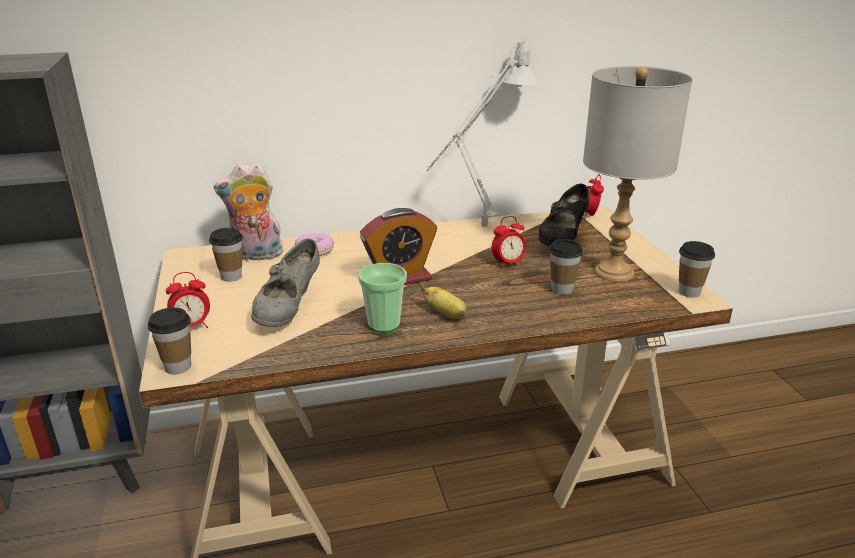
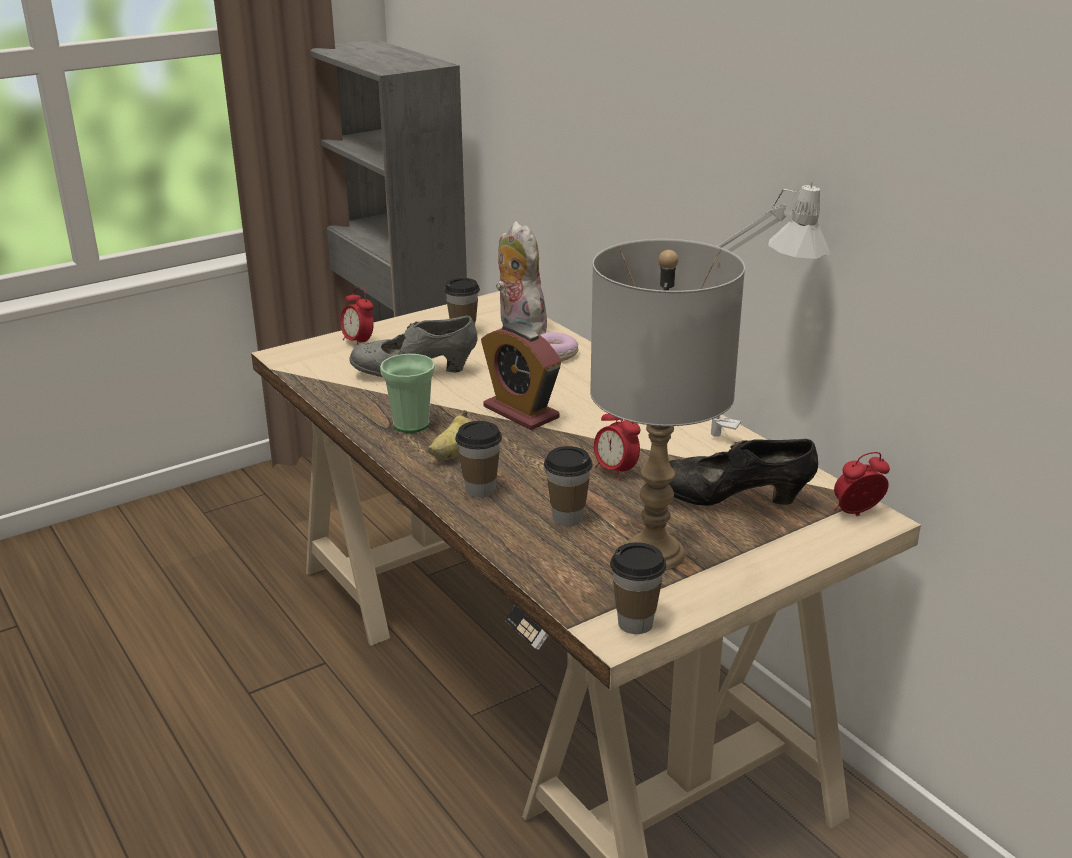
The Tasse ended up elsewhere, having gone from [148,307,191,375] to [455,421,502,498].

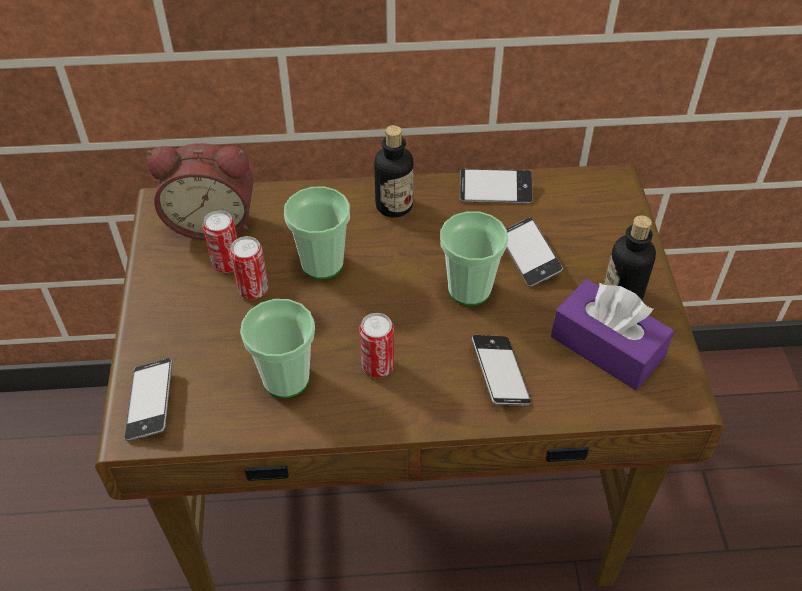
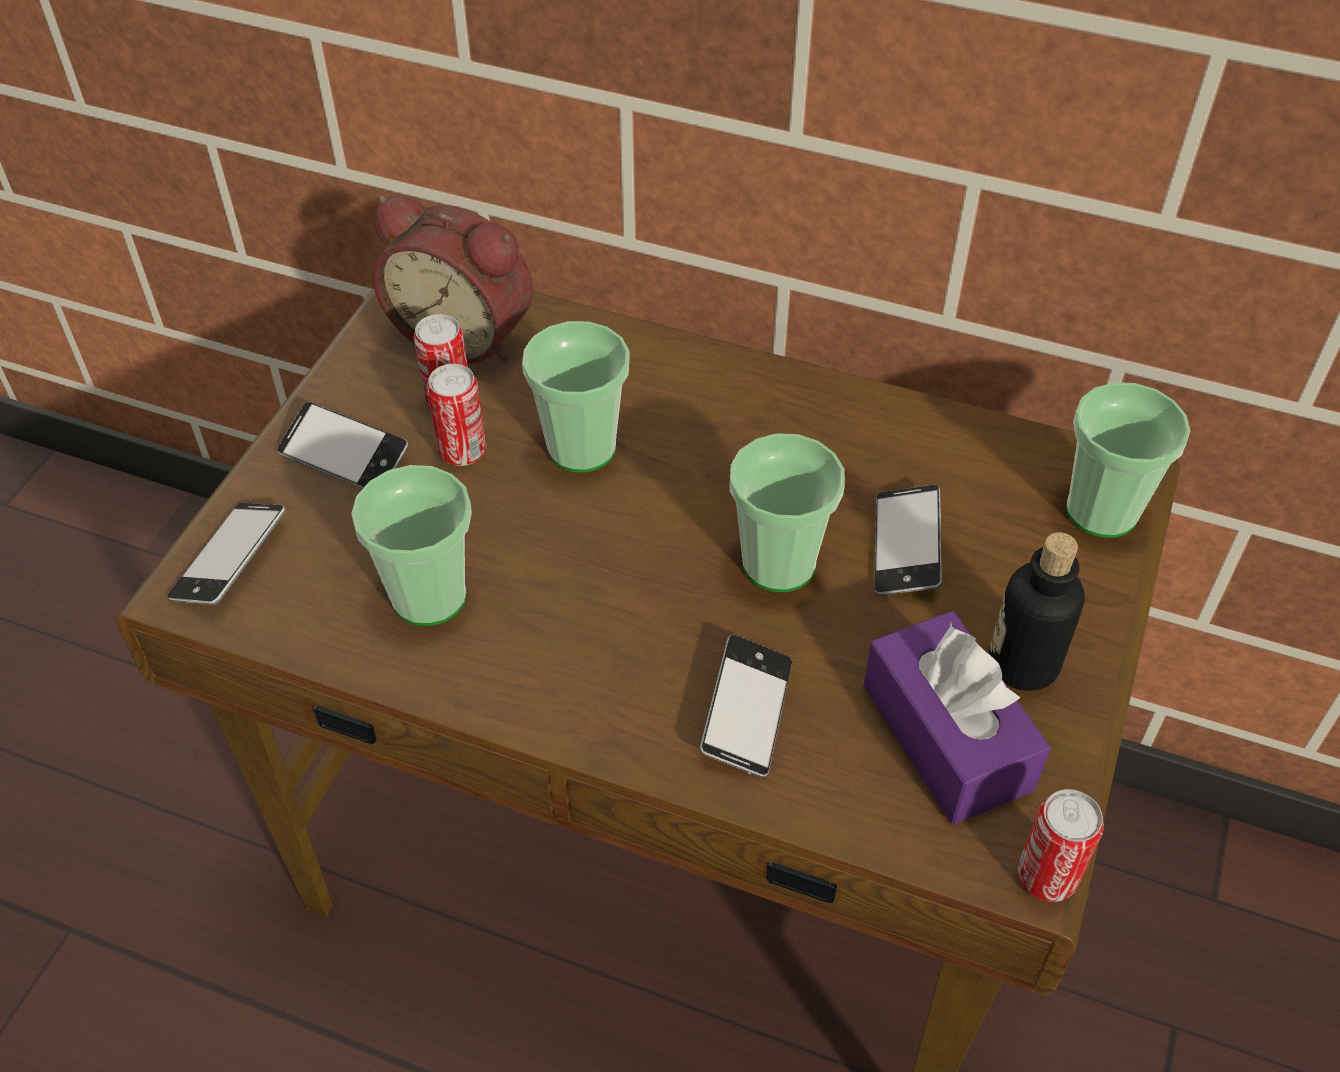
The Dose ended up elsewhere, having gone from [359,313,394,378] to [1017,789,1104,902].
The second view lost the Flasche at [374,125,414,218].
The Handy ended up elsewhere, having gone from [460,169,533,203] to [277,402,409,489].
The second view gained the Tasse at [1066,382,1190,538].

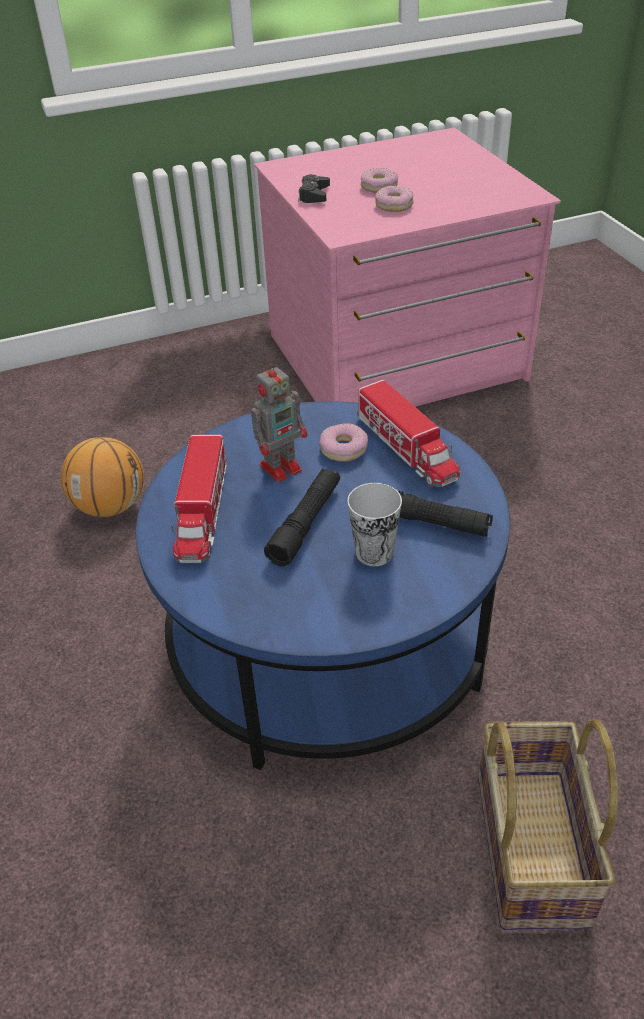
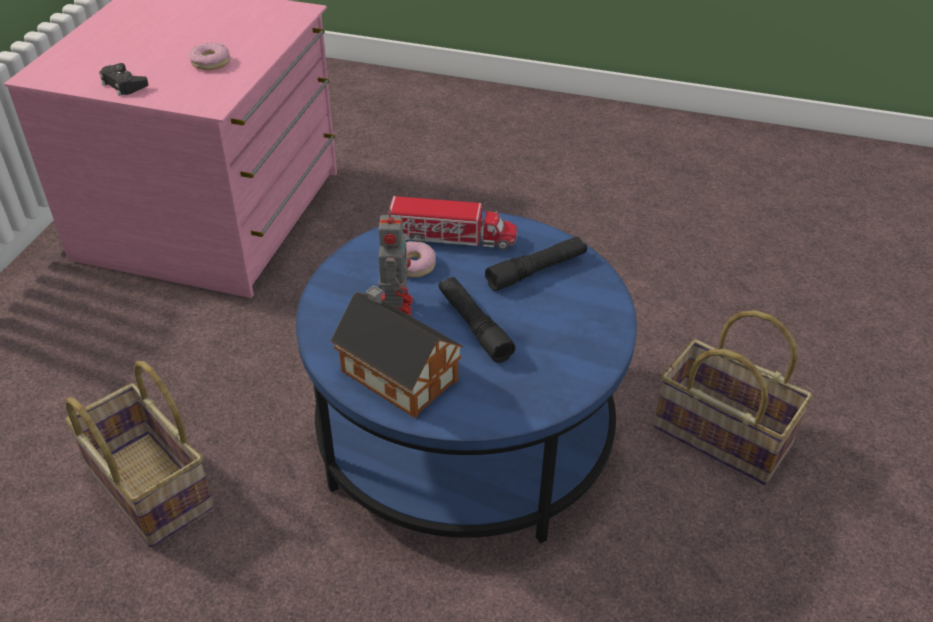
Where the Basketball stood at [61,437,144,517], the Korb came to stand at [65,361,214,547].
Where the Spielzeuglaster stood at [171,434,227,563], the Spielzeughaus came to stand at [331,285,464,418].
The second view lost the Tasse at [347,483,402,566].
The second view lost the Donut at [361,168,398,193].

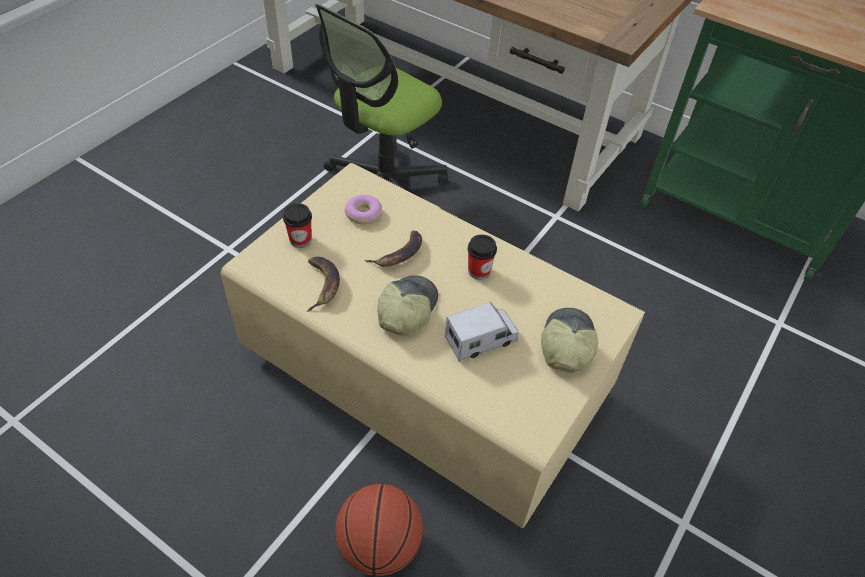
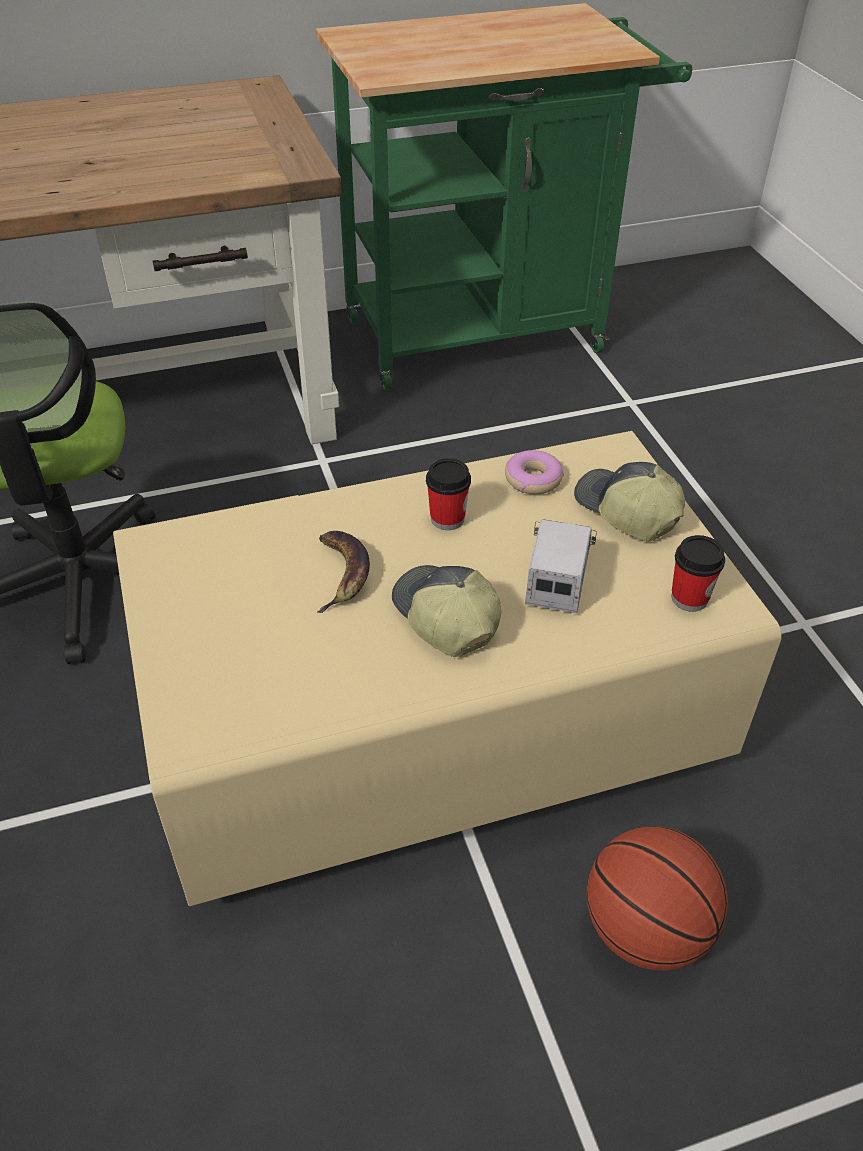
The Tasse ended up elsewhere, having gone from [283,203,312,248] to [671,535,725,612].
The second view lost the Banane at [307,257,340,312].
The Donut ended up elsewhere, having gone from [345,195,382,224] to [505,450,564,494].

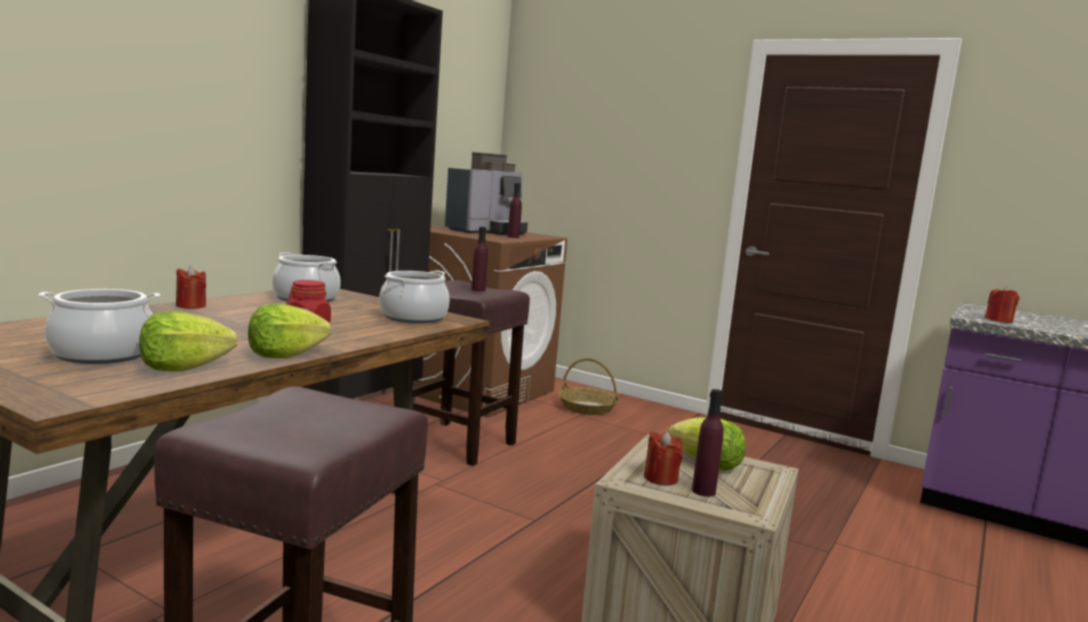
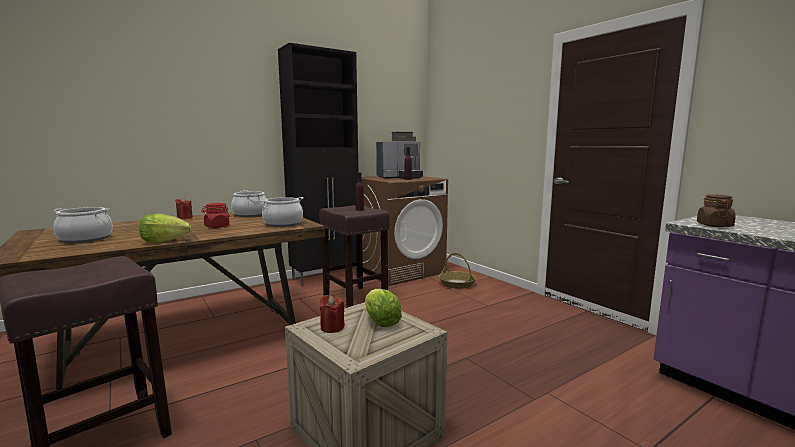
The second view lost the Salatkopf at [139,311,238,371].
The second view lost the Flasche [lila] at [692,389,724,497].
Where the Kerze [rot] stood at [985,286,1019,323], the Vorratsglas [braun] came to stand at [697,194,736,227].

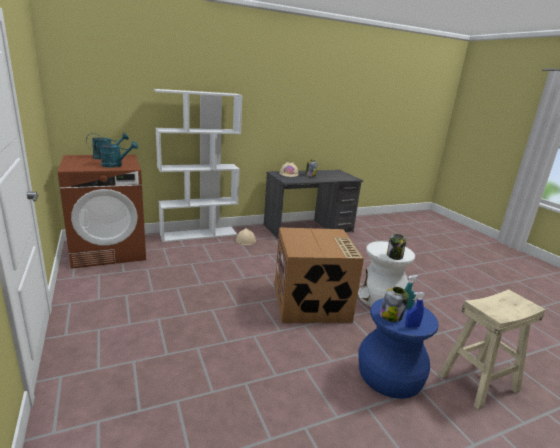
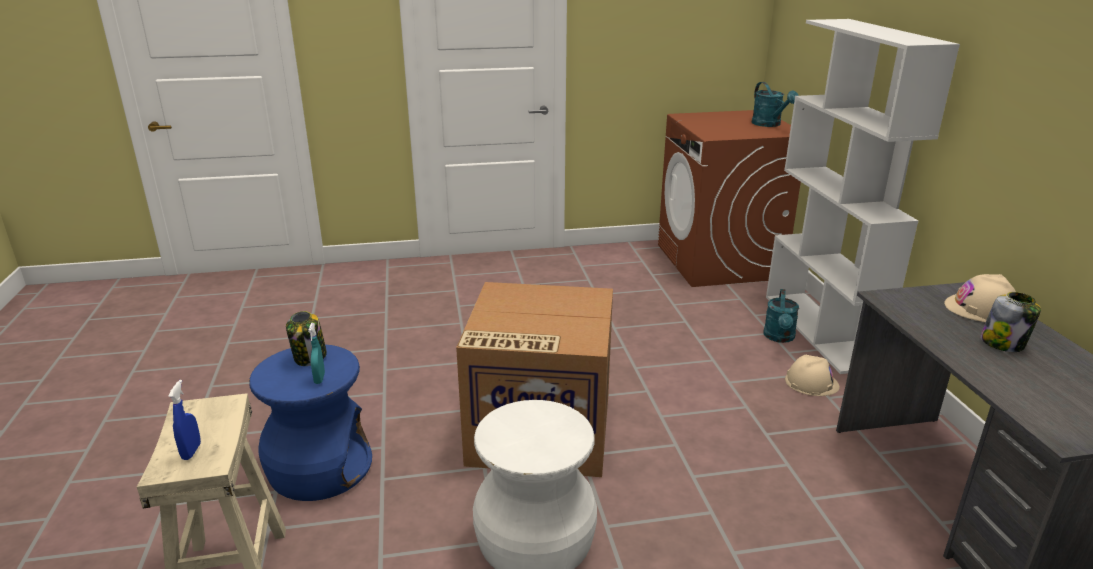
The Gießkanne [türkis] ended up elsewhere, having gone from [94,139,138,168] to [764,289,799,343].
The second view lost the Vorratsglas at [387,234,406,260].
The Sprühflasche [blau] ended up elsewhere, having gone from [405,292,425,328] to [168,380,201,460].

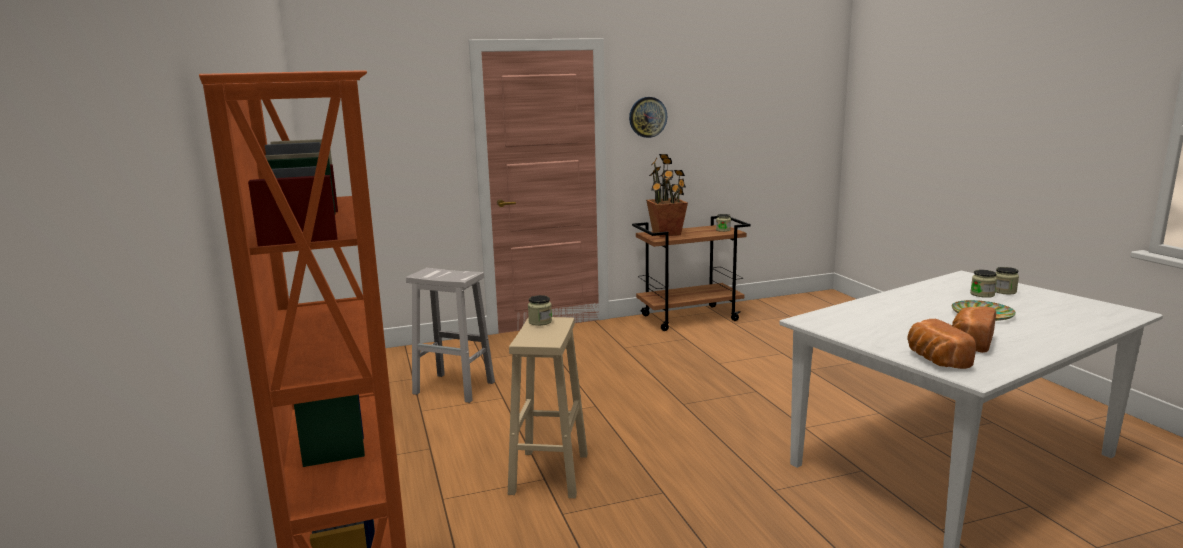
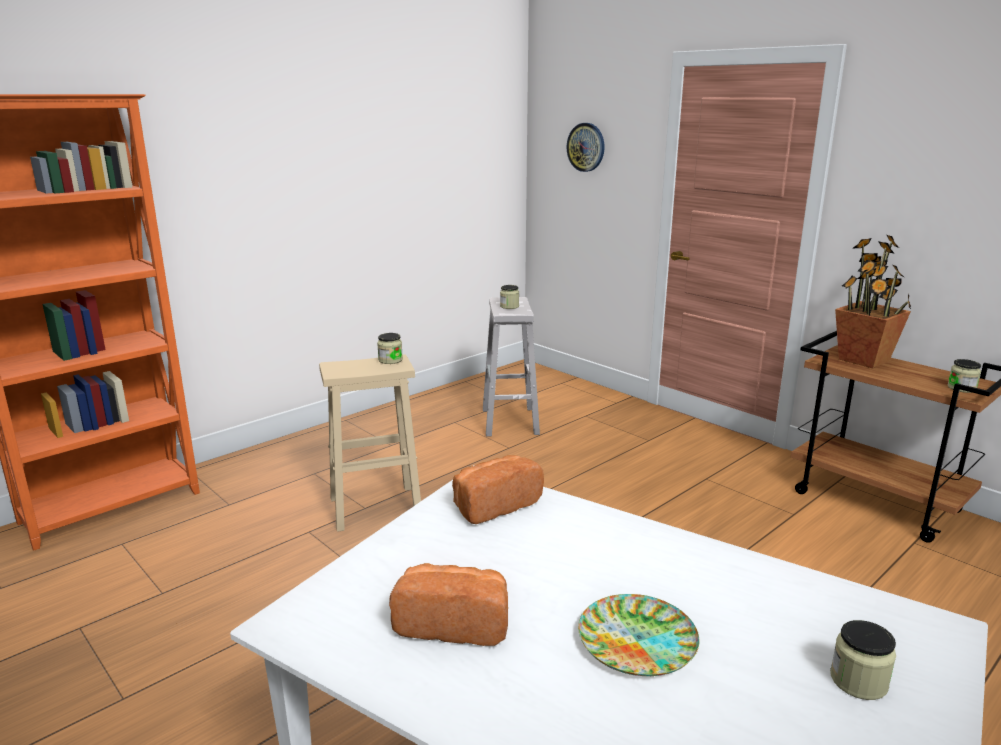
The Wanduhr ended up elsewhere, having gone from [629,97,667,138] to [566,123,605,172].
The Brot ended up elsewhere, having gone from [907,319,976,369] to [452,455,544,524].
The Vorratsglas ended up elsewhere, having gone from [970,270,997,298] to [500,285,519,309].

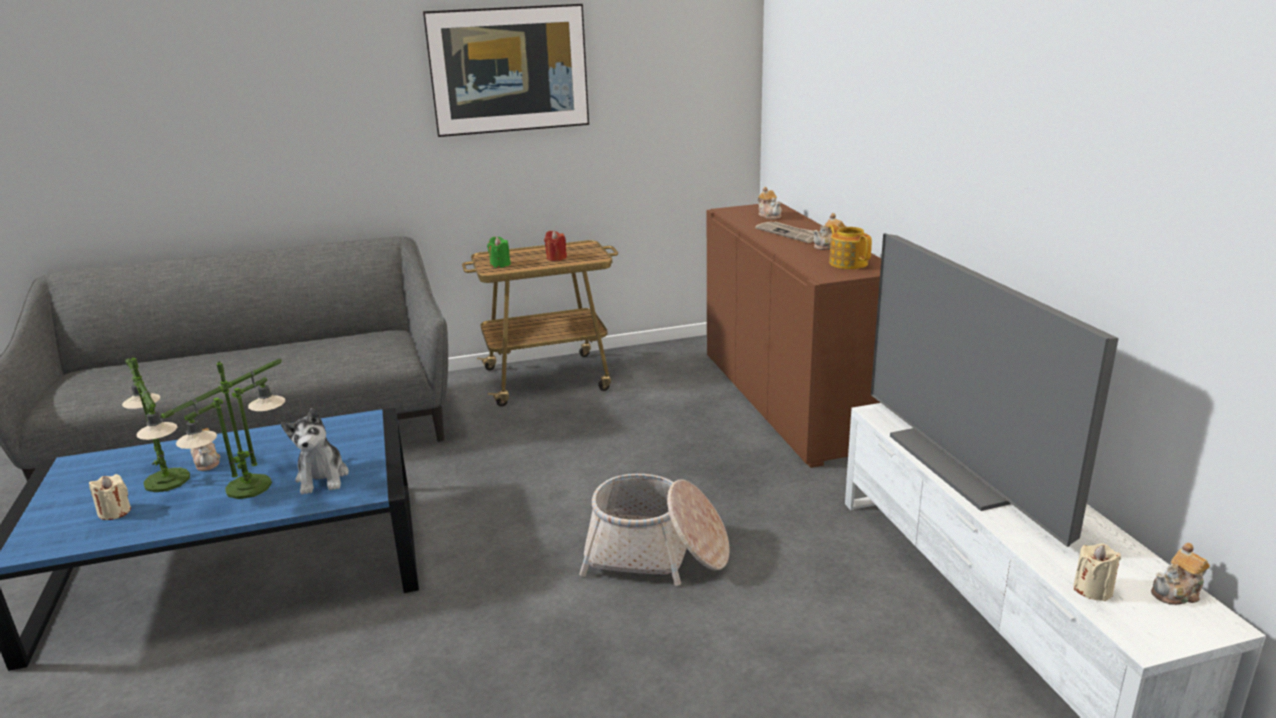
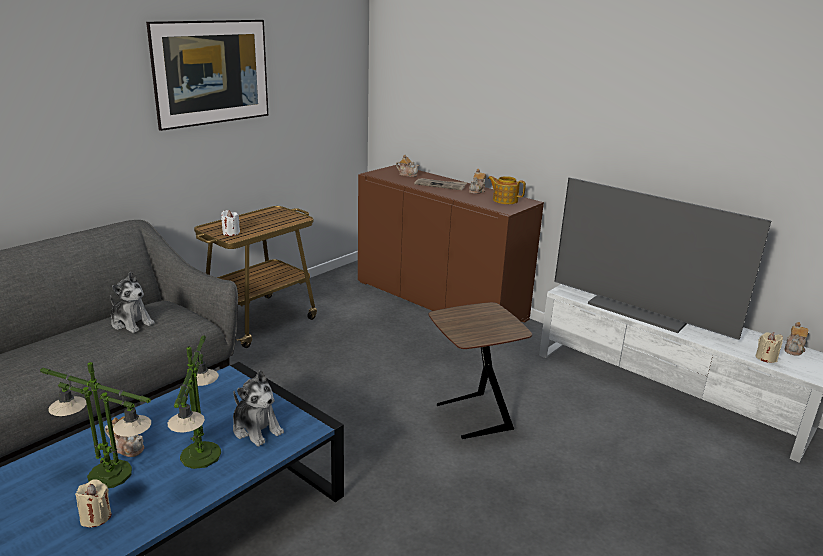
What was the Kerze [grün] at [487,237,511,268] turned into the Kerze [weiß] at [221,210,240,236].
The second view lost the Kerze [rot] at [544,230,567,261].
Where the Korb stood at [579,474,730,586], the Beistelltisch [braun] came to stand at [429,302,532,439].
The second view gained the Plüschtier at [110,272,155,333].

